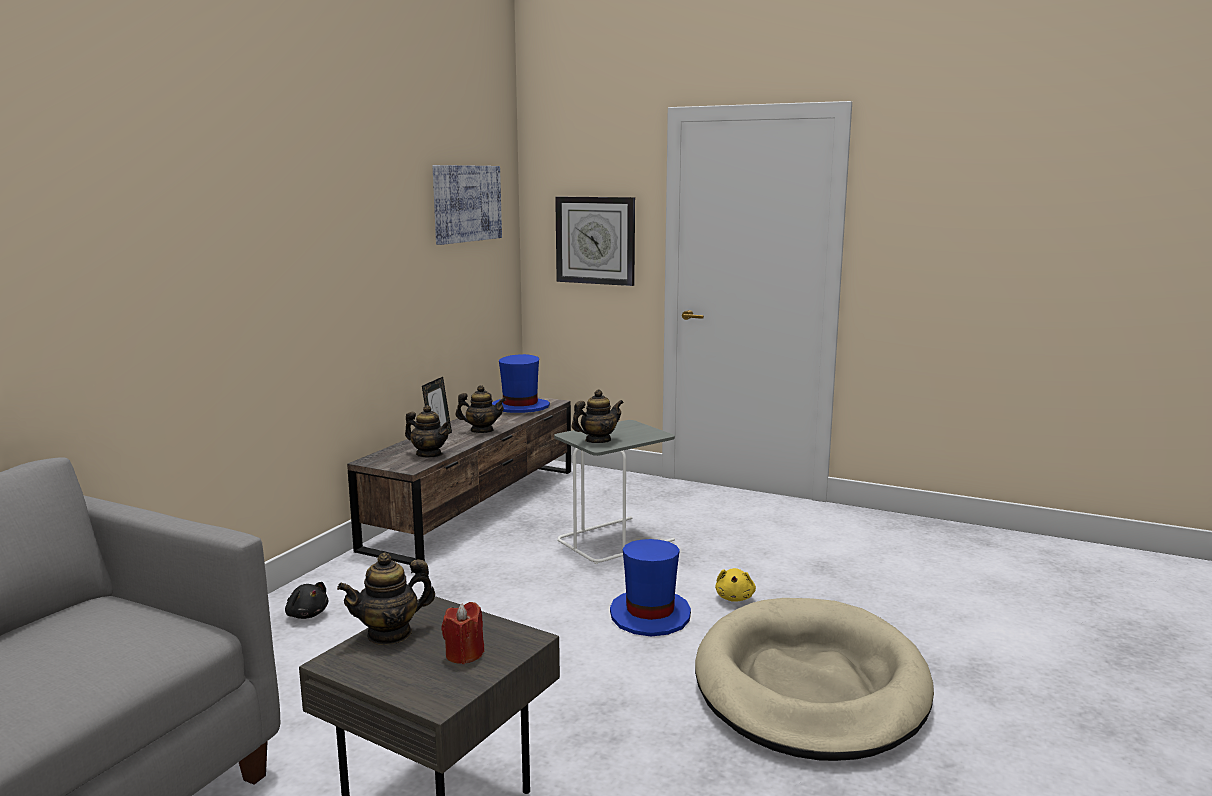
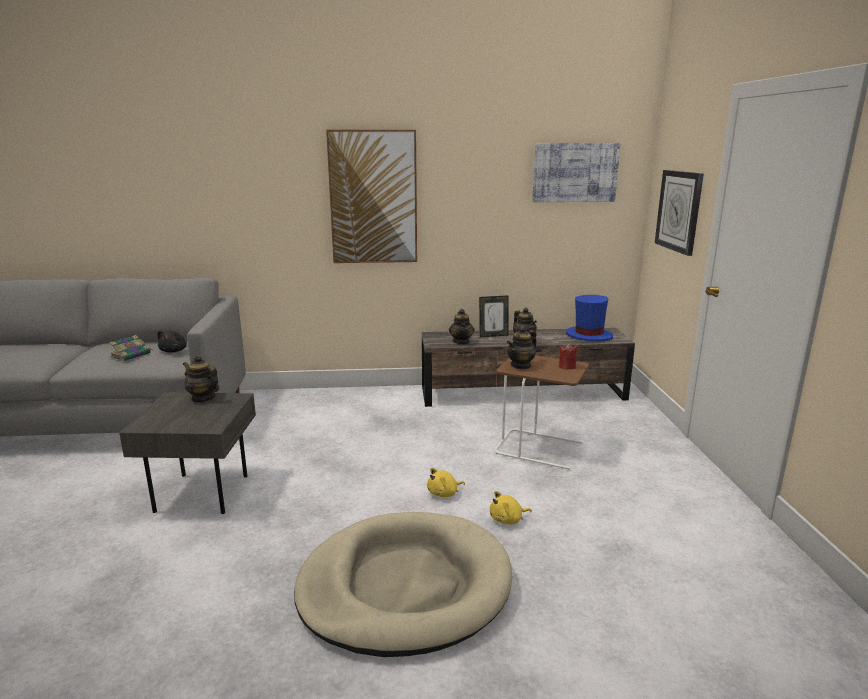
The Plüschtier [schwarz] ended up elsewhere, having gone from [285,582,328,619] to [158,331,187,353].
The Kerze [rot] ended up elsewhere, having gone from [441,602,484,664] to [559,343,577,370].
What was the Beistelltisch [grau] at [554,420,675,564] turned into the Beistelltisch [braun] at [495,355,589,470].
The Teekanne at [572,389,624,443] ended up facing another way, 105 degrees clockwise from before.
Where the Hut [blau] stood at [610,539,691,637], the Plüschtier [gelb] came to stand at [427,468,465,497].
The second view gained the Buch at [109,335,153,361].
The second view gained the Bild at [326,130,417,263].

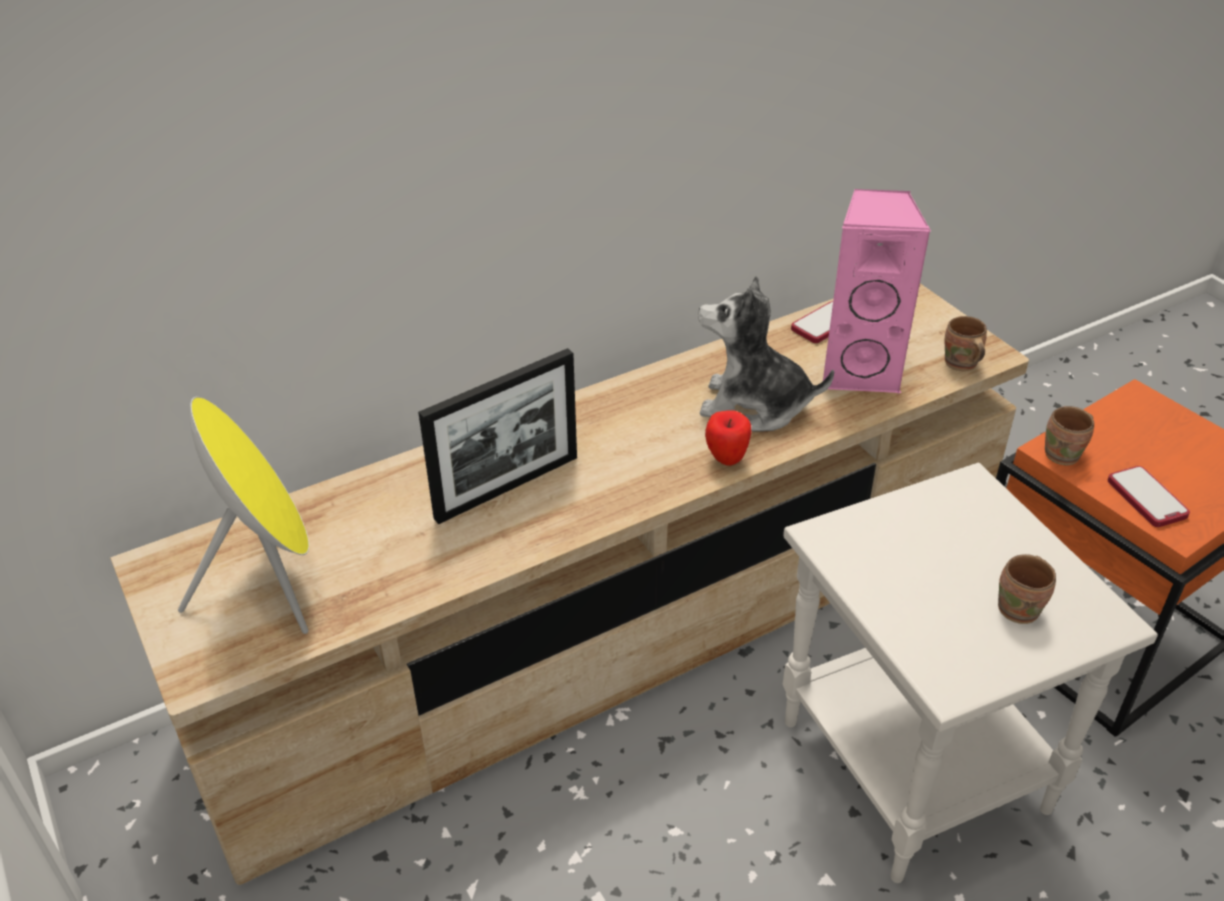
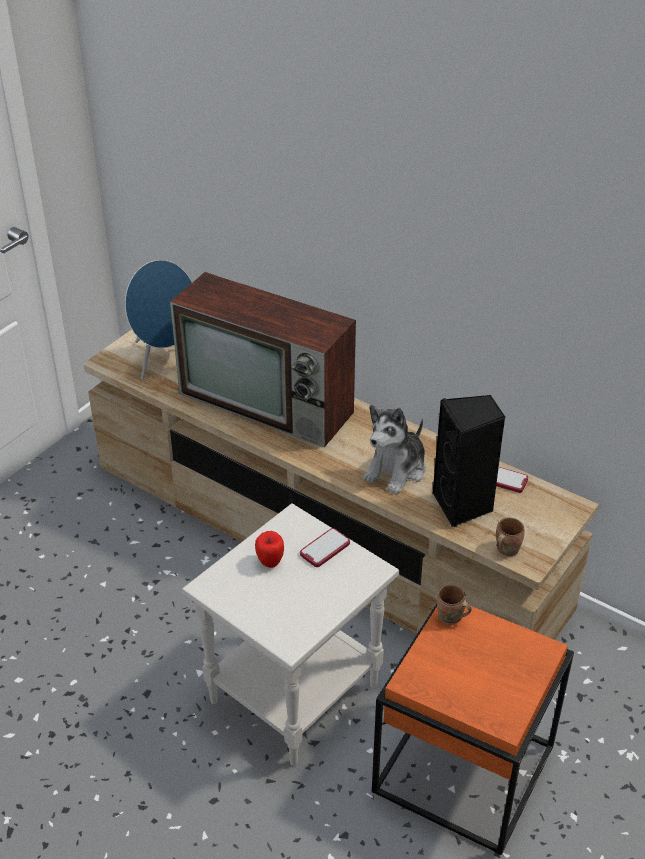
What was the Lautsprecher [gelb] at [178,397,309,634] turned into the Lautsprecher [blau] at [125,260,192,380].
Where the Bilderrahmen stood at [418,348,577,524], the Fernseher came to stand at [170,272,356,447].
The Plüschtier at [698,276,834,432] ended up facing another way, 135 degrees counterclockwise from before.
The Apfel ended up elsewhere, having gone from [705,411,751,466] to [255,531,284,568].
What was the Lautsprecher [rosa] at [823,189,931,394] turned into the Lautsprecher [schwarz] at [433,395,506,527].
The second view lost the Henkelbecher [braun] at [998,554,1056,624].
The Handy ended up elsewhere, having gone from [1108,466,1190,527] to [300,528,350,567].

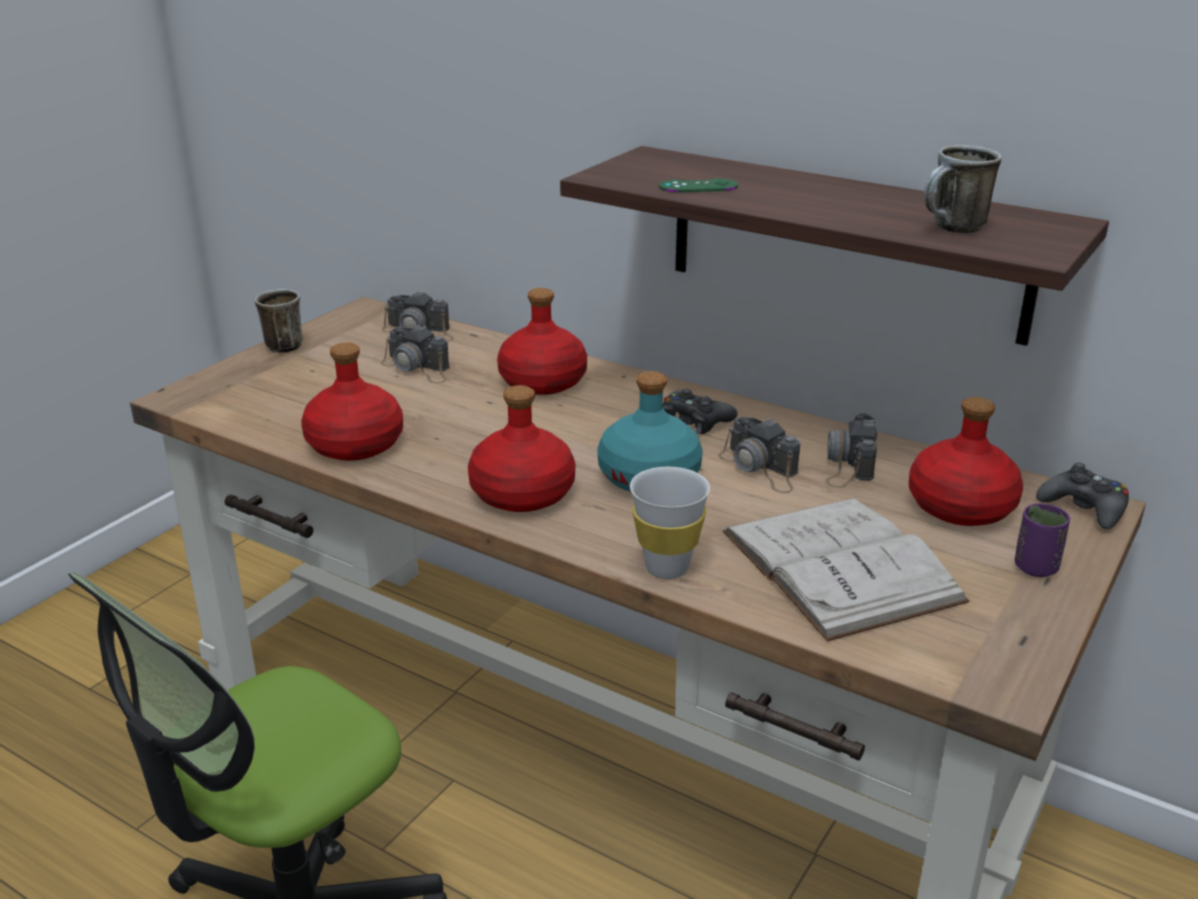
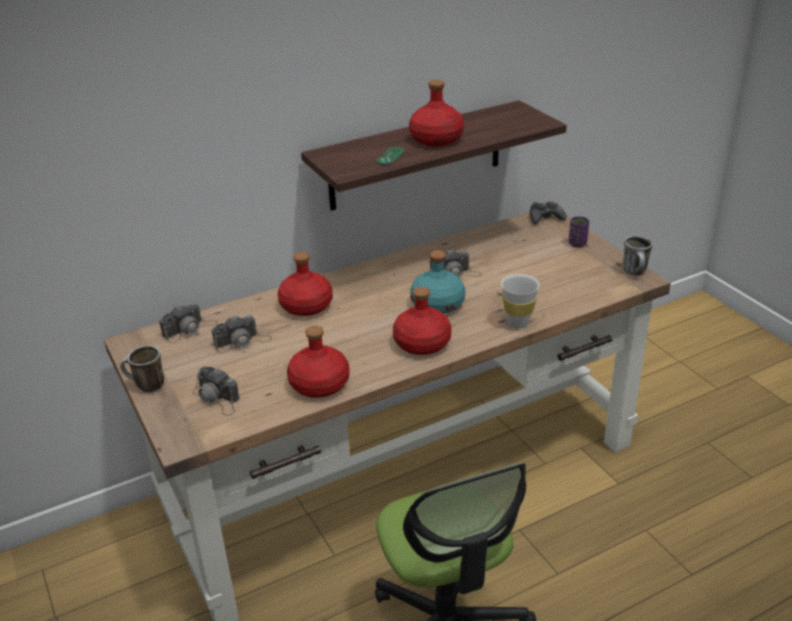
The second view lost the Gamepad [schwarz] at [662,389,737,434].
The second view lost the Buch [weiß] at [723,498,970,641].
The Kamera ended up elsewhere, having gone from [826,413,877,488] to [192,367,240,416].
The Flasche [rot] ended up elsewhere, having gone from [908,397,1023,526] to [409,80,464,146].
The Henkelbecher ended up elsewhere, having gone from [924,145,1001,233] to [623,236,653,275].

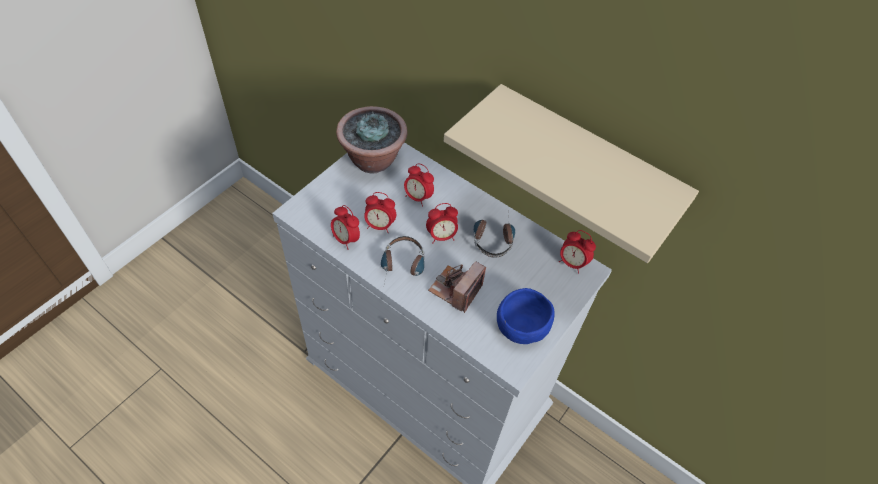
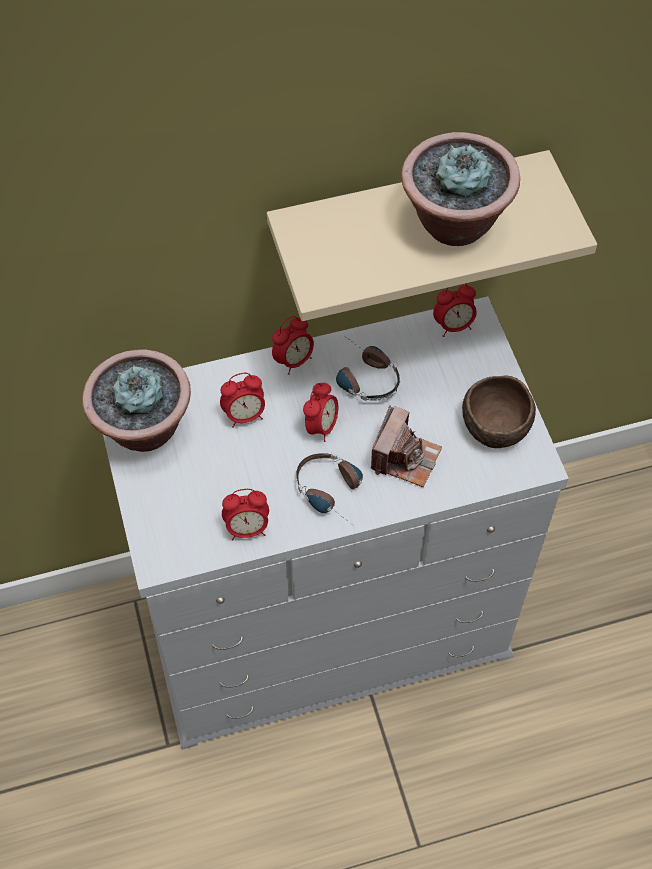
The Wecker ended up elsewhere, having gone from [364,192,396,233] to [272,316,314,375].
The Kamera at [428,261,486,313] ended up facing another way, 135 degrees counterclockwise from before.
What was the Schüssel [blau] at [497,288,555,344] turned into the Schüssel [braun] at [462,376,536,448].
The second view gained the Topfpflanze at [401,132,520,246].

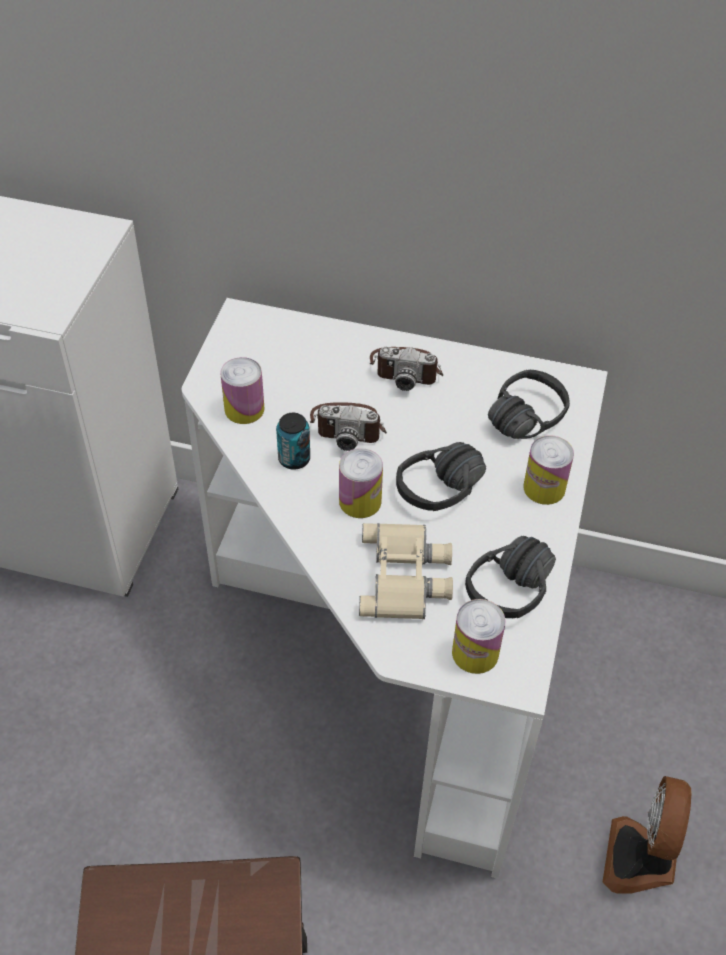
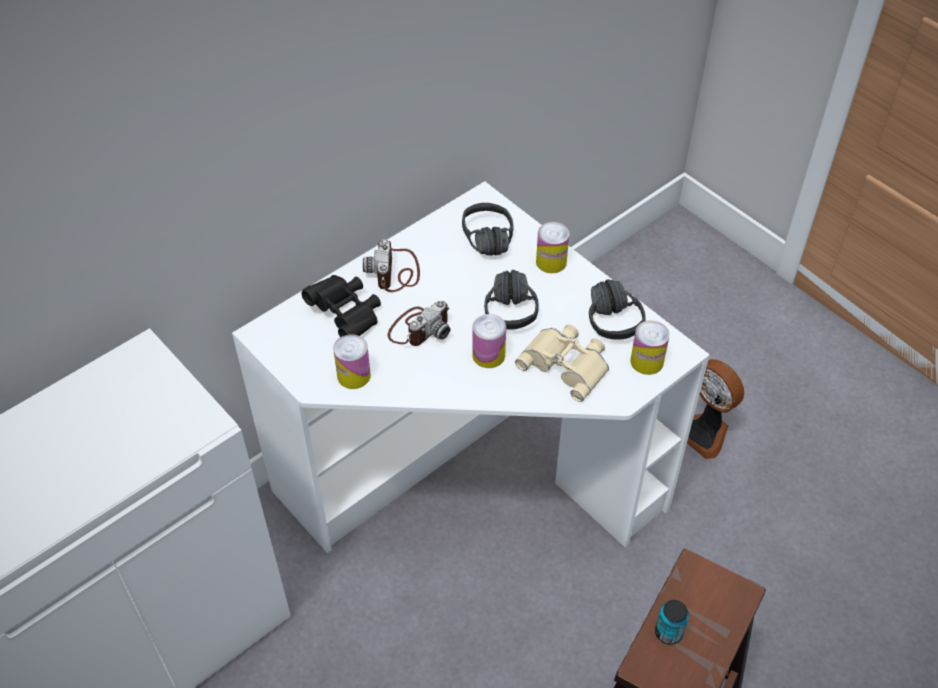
The Dose ended up elsewhere, having gone from [276,413,310,470] to [655,600,689,645].
The Kamera at [369,347,443,391] ended up facing another way, 135 degrees clockwise from before.
The second view gained the Fernglas [schwarz] at [301,275,381,337].

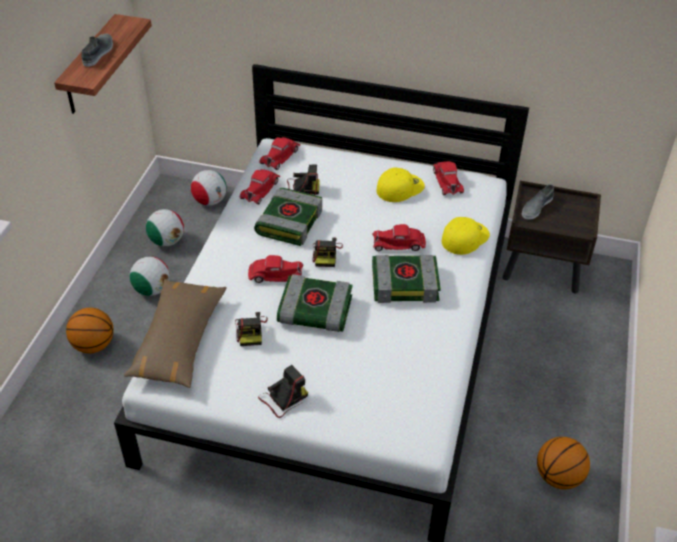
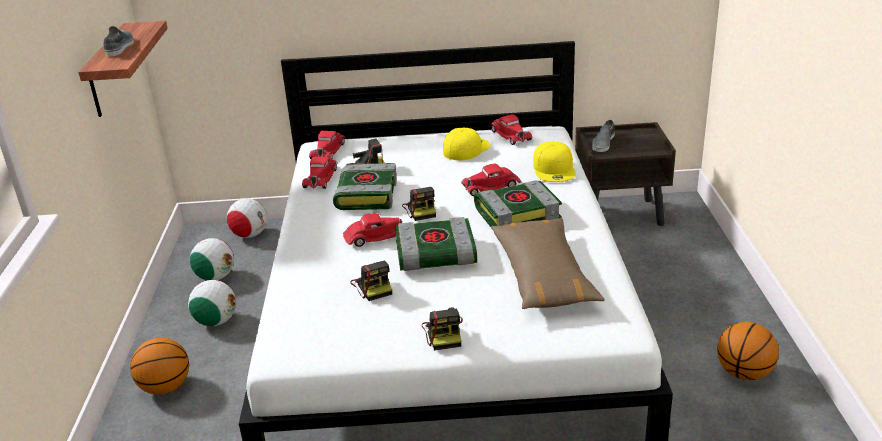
The Kissen [braun] ended up elsewhere, having gone from [124,279,227,388] to [491,218,605,309].
The Kamera at [258,365,308,418] ended up facing another way, 135 degrees clockwise from before.
The Kappe [gelb] at [442,217,490,255] ended up facing another way, 150 degrees clockwise from before.

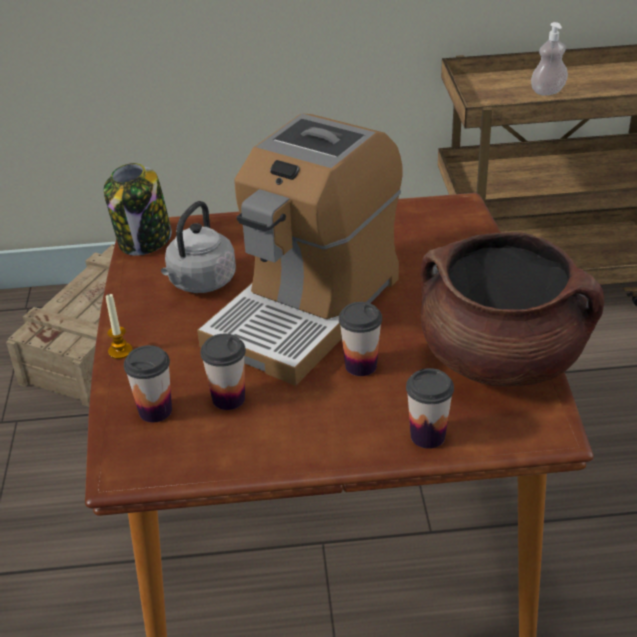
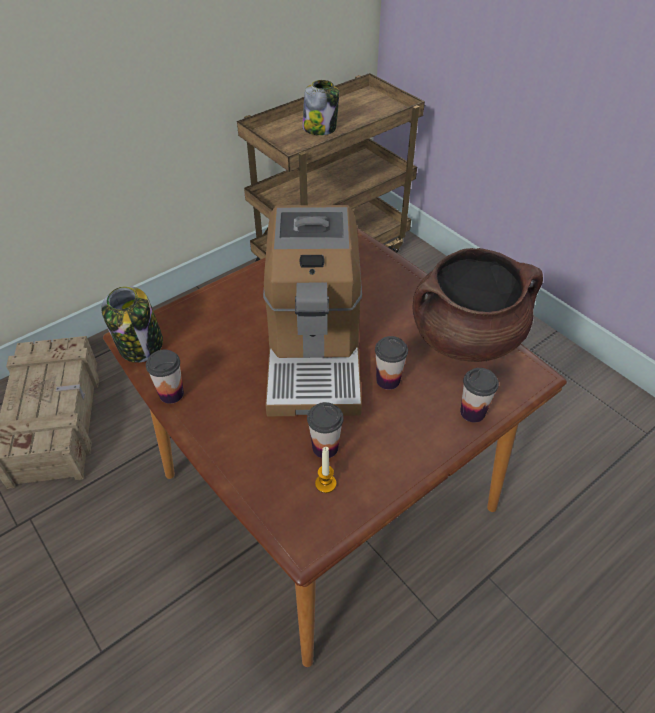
The Kerze ended up elsewhere, having gone from [106,293,132,359] to [315,447,336,493].
The Tasse ended up elsewhere, having gone from [124,345,172,423] to [146,350,184,404].
The second view lost the Wasserkessel [grau] at [161,201,236,293].
Where the Seifenspender stood at [531,22,568,96], the Vorratsglas came to stand at [302,80,339,135].

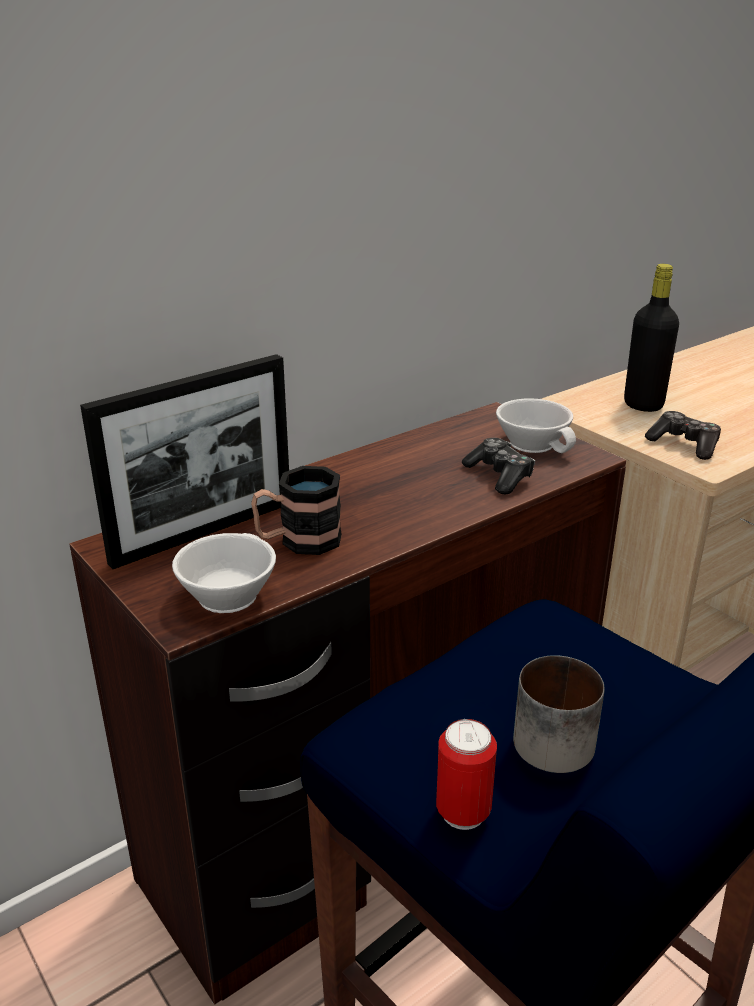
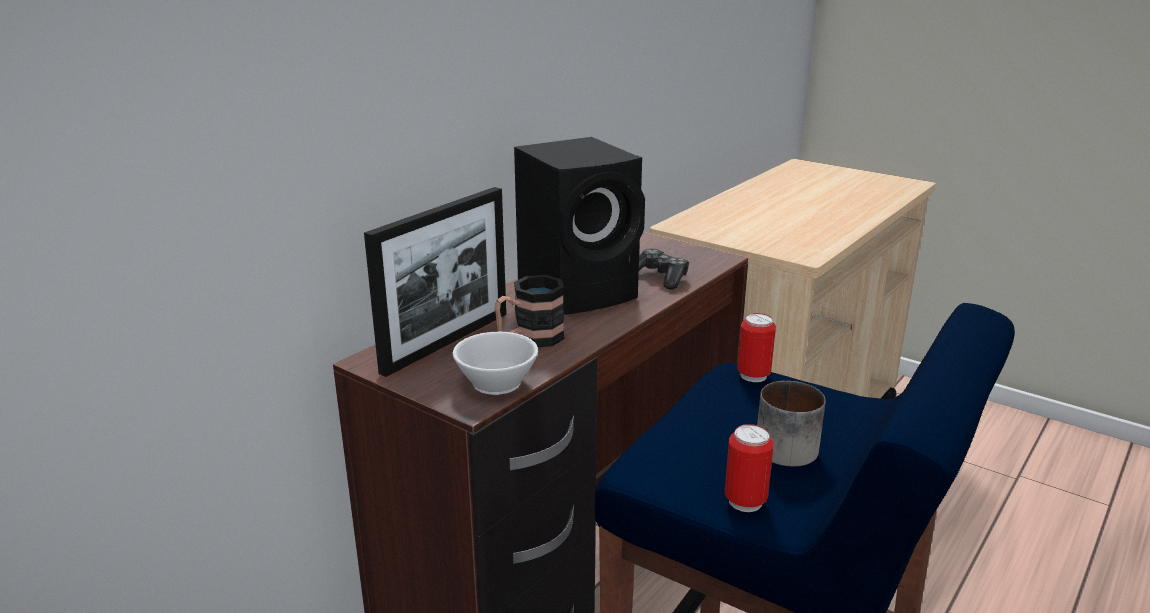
The second view lost the Tasse [weiß] at [496,398,576,453].
The second view lost the Flasche [schwarz] at [624,264,679,412].
The second view lost the Gamepad at [645,411,721,460].
The second view gained the Lautsprecher [schwarz] at [514,137,645,315].
The second view gained the Dose at [737,313,776,382].

